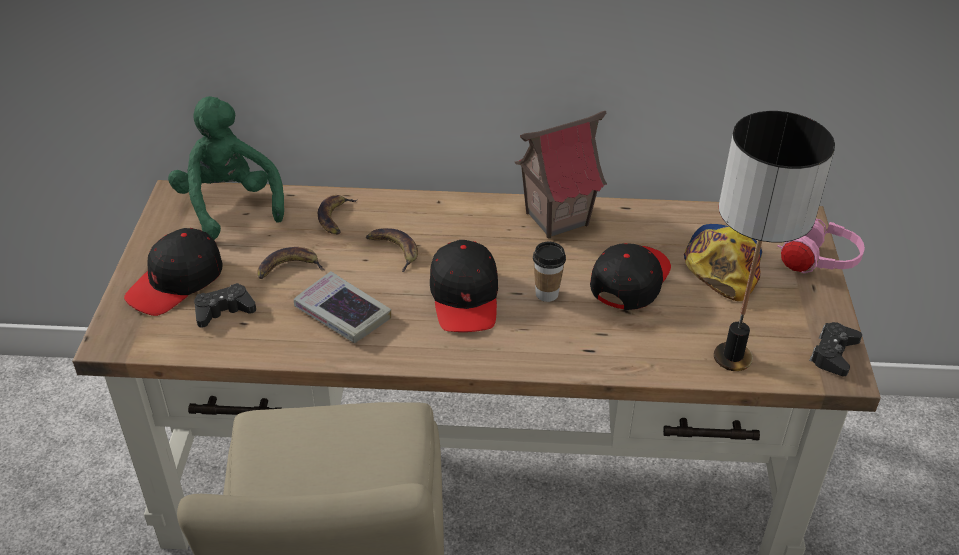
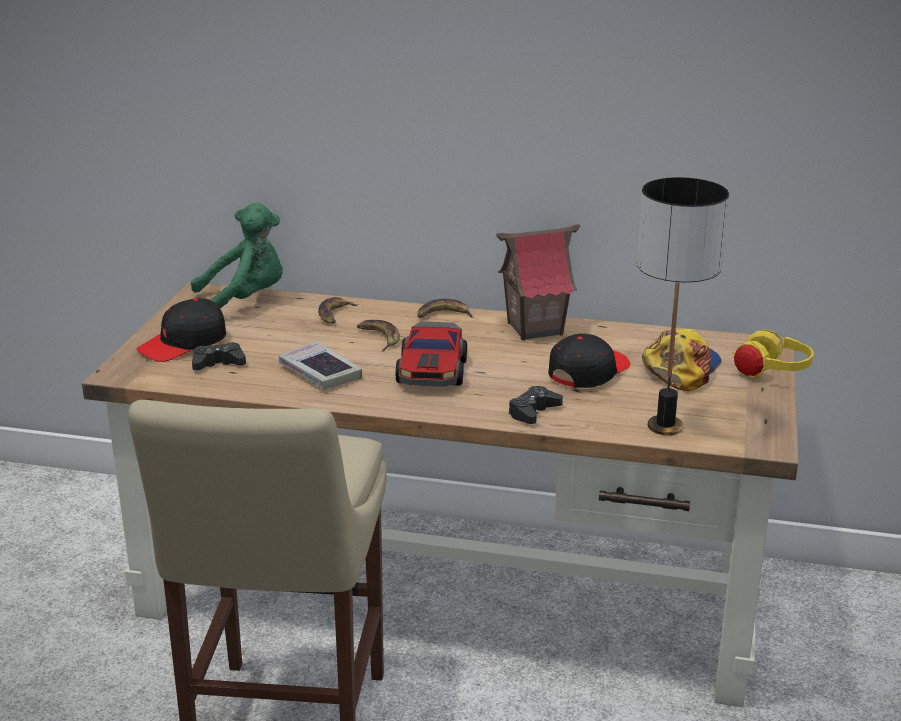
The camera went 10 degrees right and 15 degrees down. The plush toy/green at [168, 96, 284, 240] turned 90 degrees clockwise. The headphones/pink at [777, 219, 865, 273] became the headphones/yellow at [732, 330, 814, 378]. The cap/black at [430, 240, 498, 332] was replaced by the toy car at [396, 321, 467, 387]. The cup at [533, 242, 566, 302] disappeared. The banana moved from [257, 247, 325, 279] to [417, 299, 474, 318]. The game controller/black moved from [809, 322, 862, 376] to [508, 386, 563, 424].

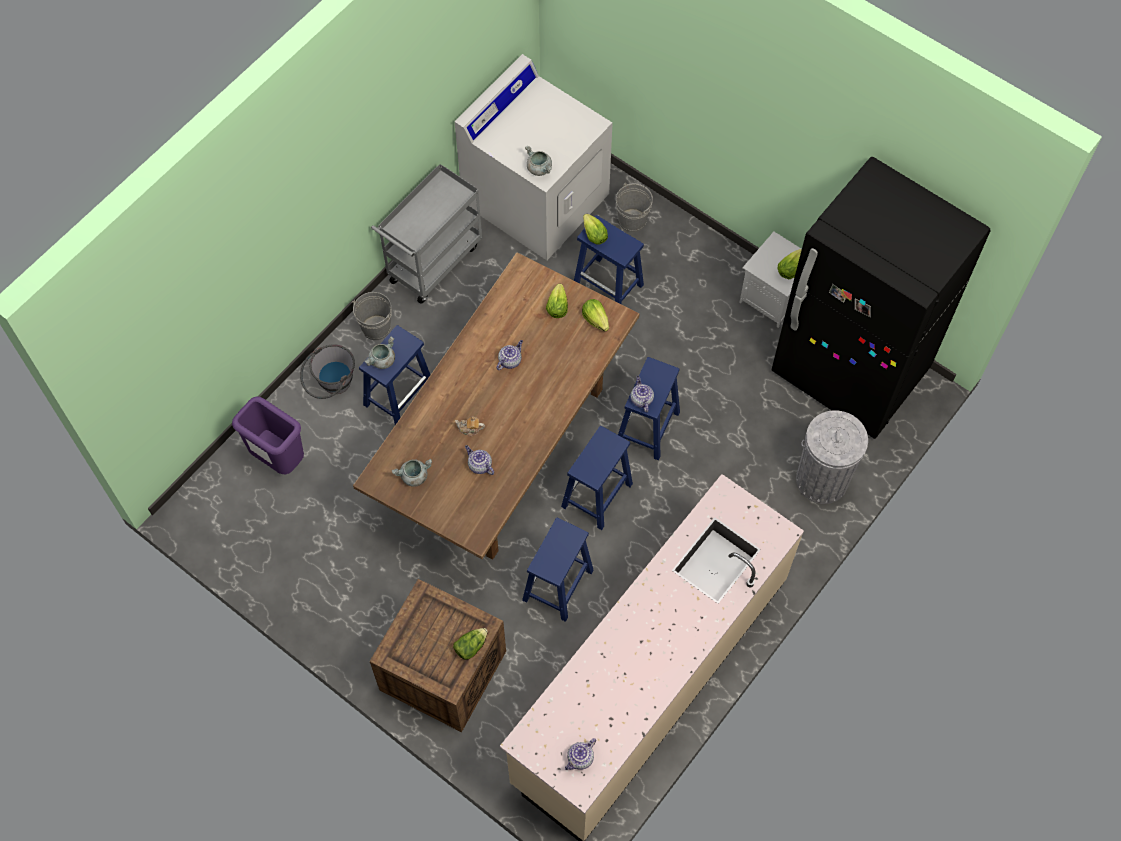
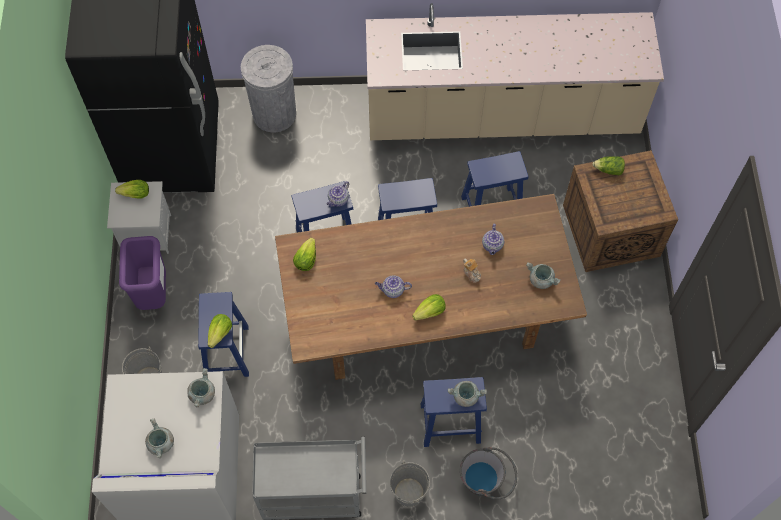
The camera went 130 degrees left and 0 degrees up. The lettuce moved from [546, 283, 568, 318] to [412, 294, 446, 321]. The trash can/purple moved from [232, 397, 304, 474] to [119, 236, 166, 310]. The teapot at [565, 738, 596, 770] disappeared. The cooking pot/grey at [145, 418, 174, 458] appeared.

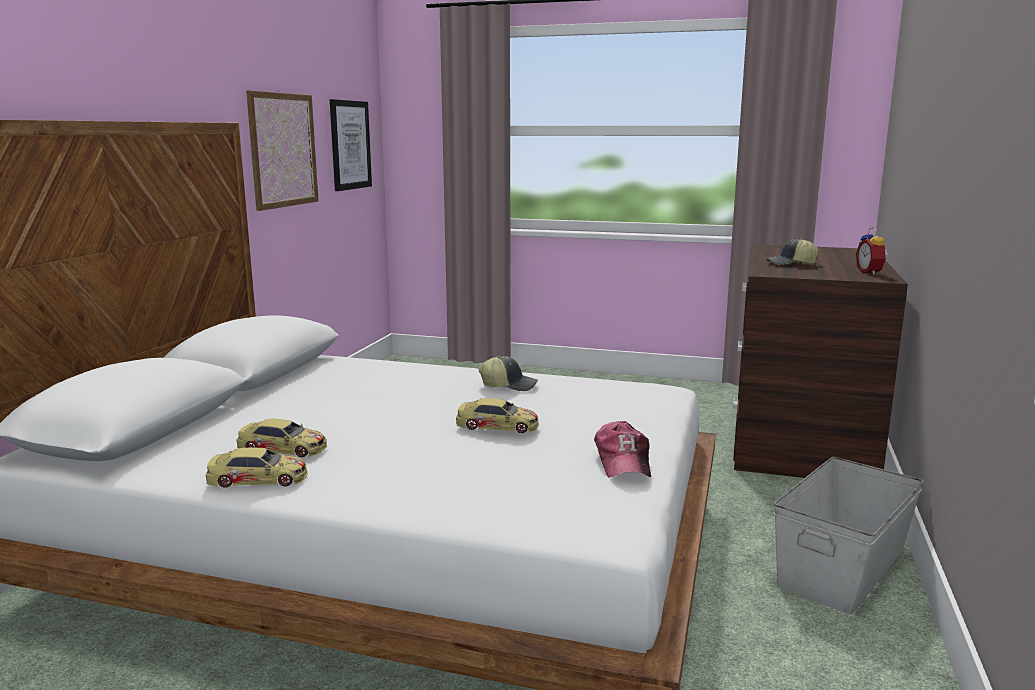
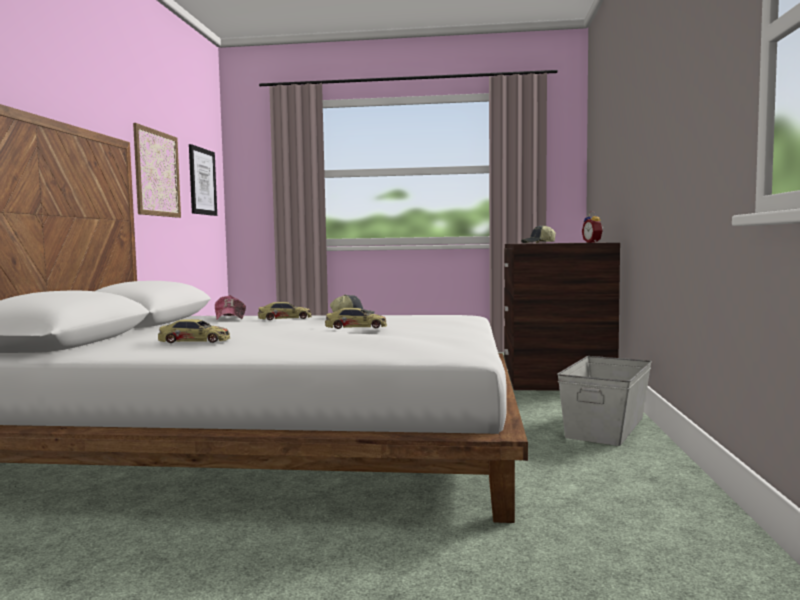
The camera went 10 degrees left and 10 degrees down. The cap moved from [594, 421, 651, 478] to [215, 295, 246, 319]. The toy car moved from [206, 448, 308, 488] to [258, 302, 312, 320].

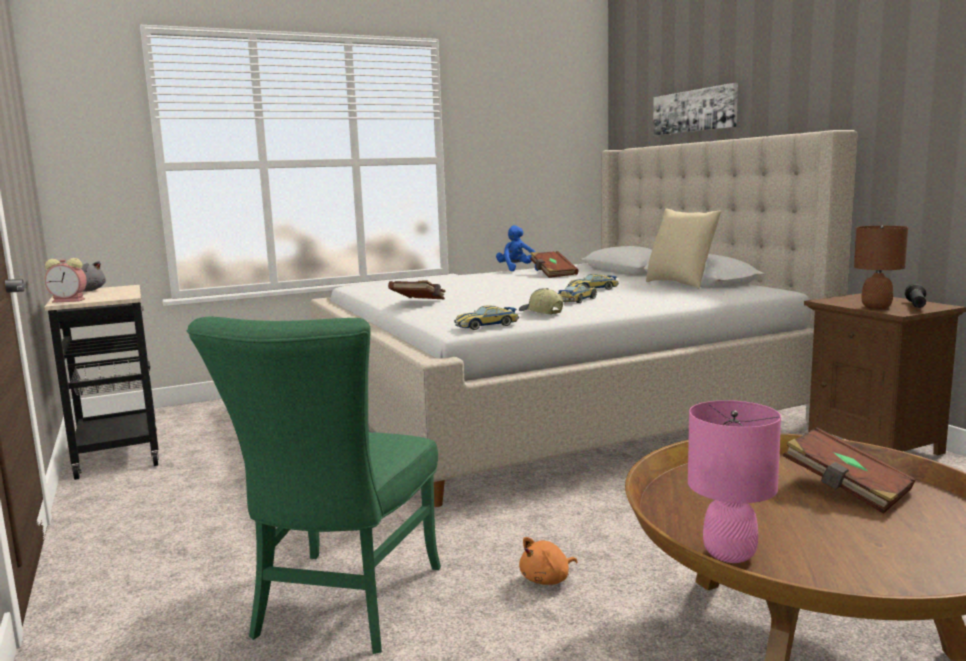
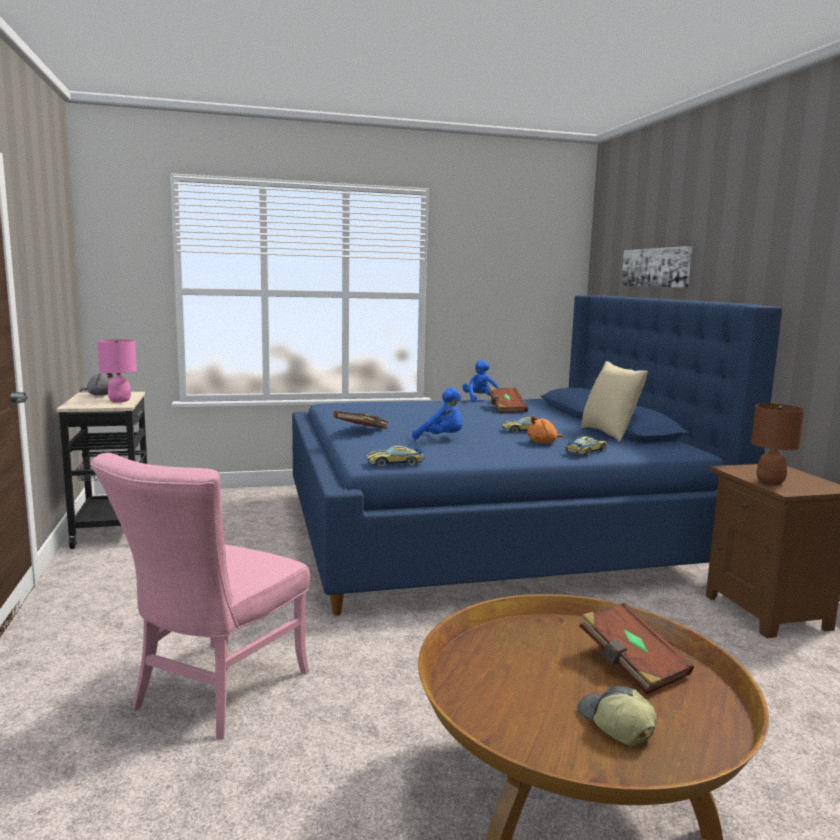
The camera went 10 degrees right and 0 degrees up. The bed/beige at [310, 130, 857, 507] became the bed/blue at [292, 295, 782, 616]. The alarm clock at [45, 258, 87, 303] disappeared. The toy car moved from [557, 284, 597, 303] to [565, 436, 607, 456]. The flashlight/black at [905, 284, 926, 308] disappeared. The cap moved from [519, 288, 563, 314] to [578, 686, 656, 746]. The chair/green at [187, 316, 441, 654] became the chair/pink at [91, 453, 310, 740]. The table lamp/pink moved from [688, 400, 781, 563] to [97, 339, 137, 402]. The plush toy/orange moved from [519, 537, 577, 585] to [527, 416, 564, 444]. The plush toy/blue at [413, 387, 463, 440] appeared.

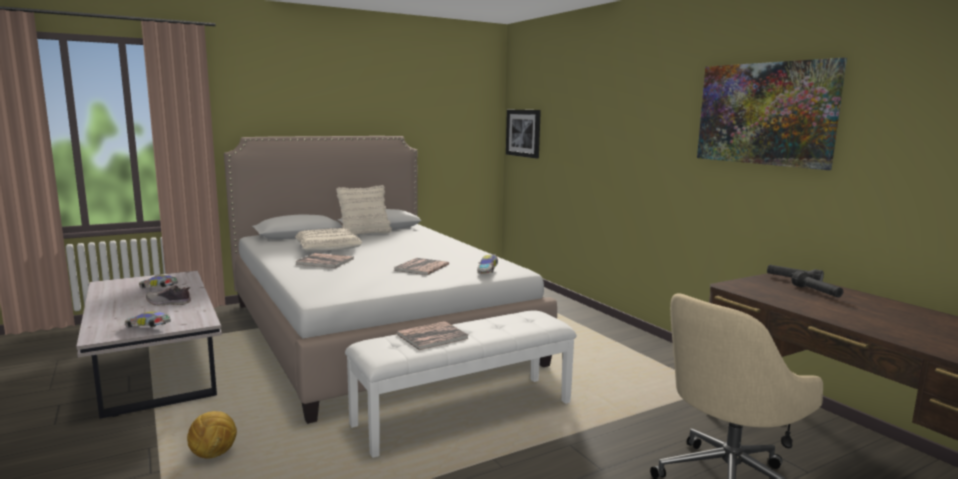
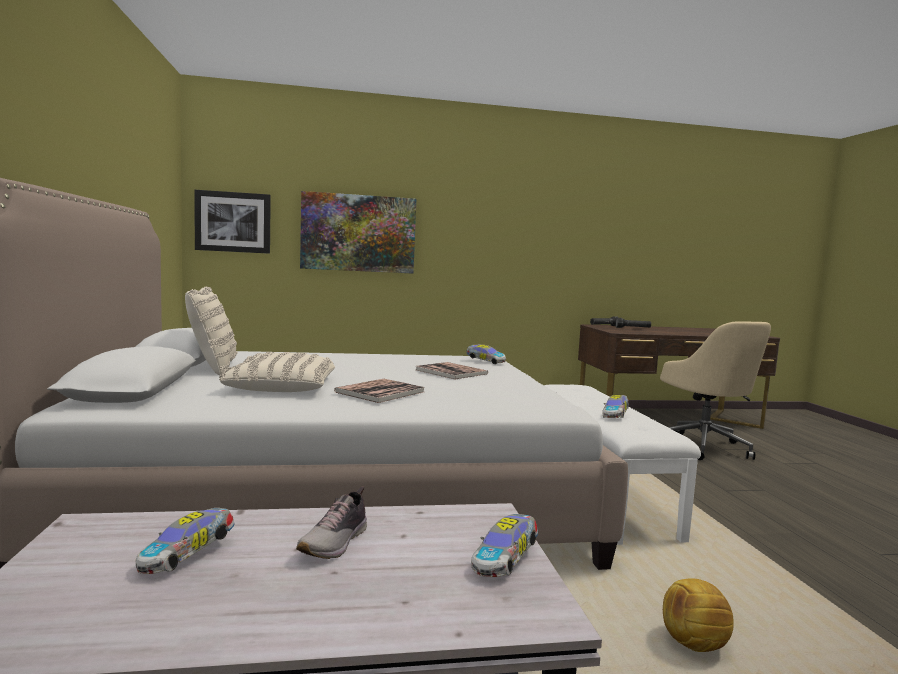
The camera went 70 degrees left and 5 degrees down. The picture moved from [697, 58, 847, 170] to [300, 191, 416, 274]. The book at [396, 321, 469, 350] was replaced by the toy car at [602, 395, 629, 418].

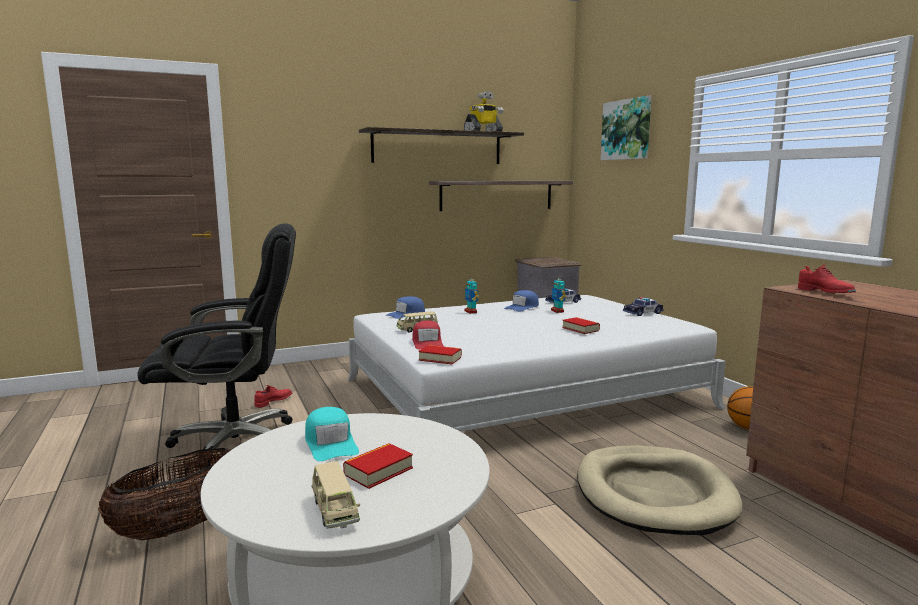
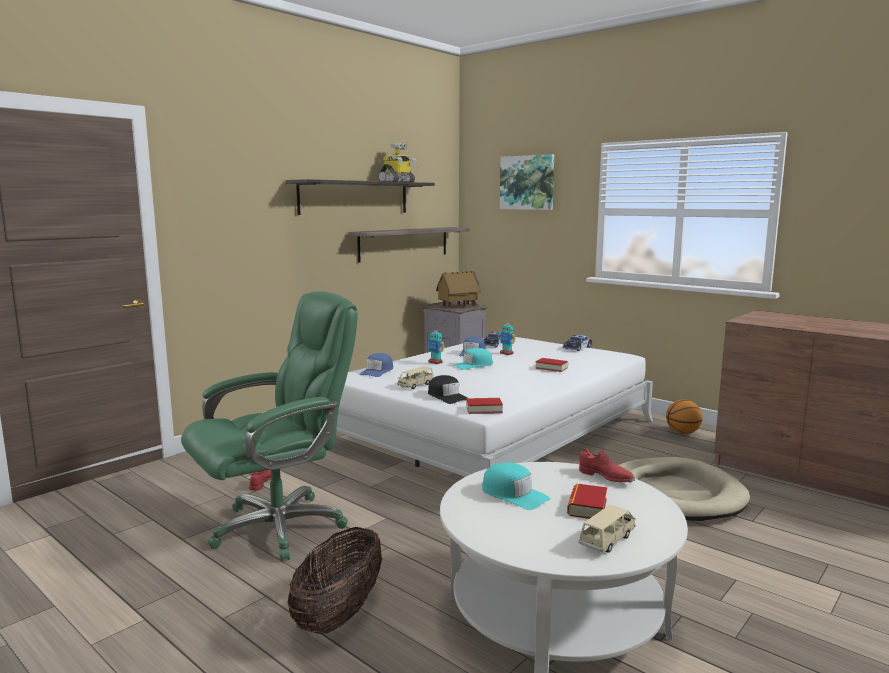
The camera went 25 degrees left and 0 degrees up. The office chair/black at [137, 223, 296, 468] became the office chair/green at [181, 291, 358, 561]. The shoe/red moved from [798, 264, 856, 293] to [579, 448, 635, 483]. The cap/red at [412, 320, 444, 349] became the cap/black at [428, 375, 467, 404]. The toy car/beige at [312, 461, 360, 529] turned 90 degrees counterclockwise. The toy house at [436, 271, 481, 308] appeared. The cap/turquoise at [453, 348, 493, 370] appeared.

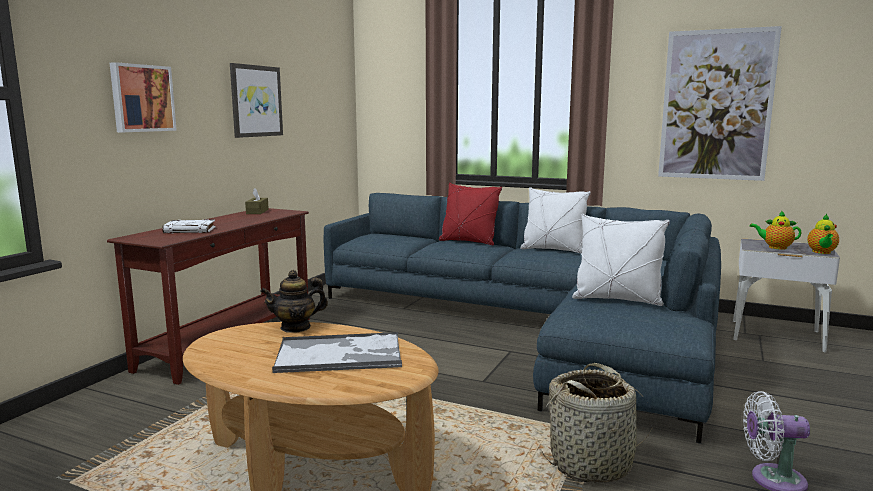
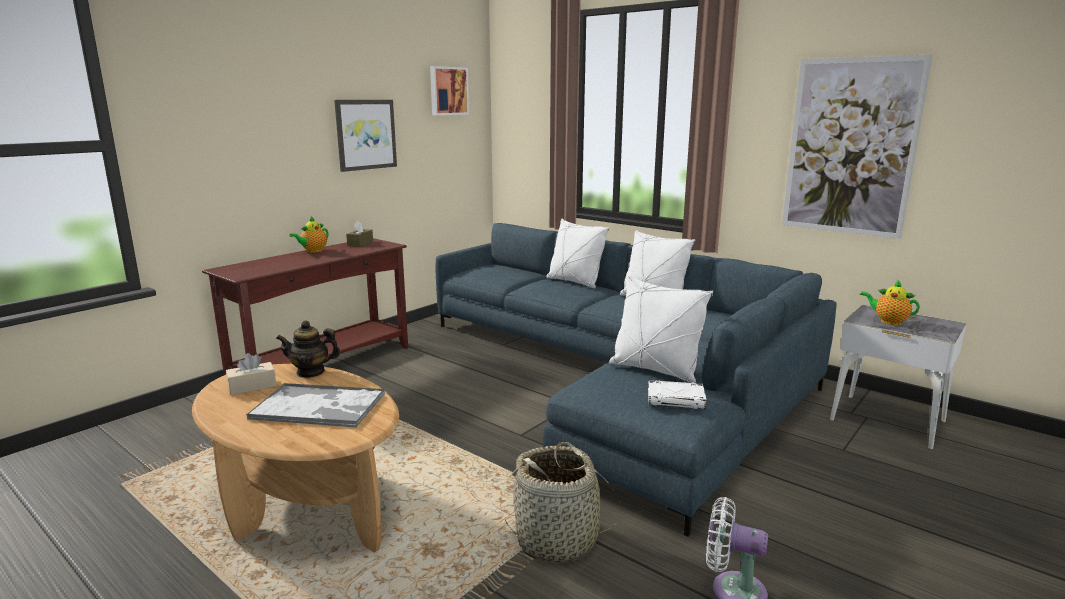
The camera went 15 degrees right and 5 degrees up. The picture moved from [110, 62, 177, 132] to [430, 66, 469, 115]. The pillow/red at [439, 183, 502, 245] became the pillow/white at [547, 219, 609, 288]. The teapot moved from [807, 214, 839, 254] to [289, 216, 328, 253]. The book/white moved from [162, 219, 216, 234] to [648, 380, 707, 409]. The tissue box/beige at [226, 353, 276, 395] appeared.

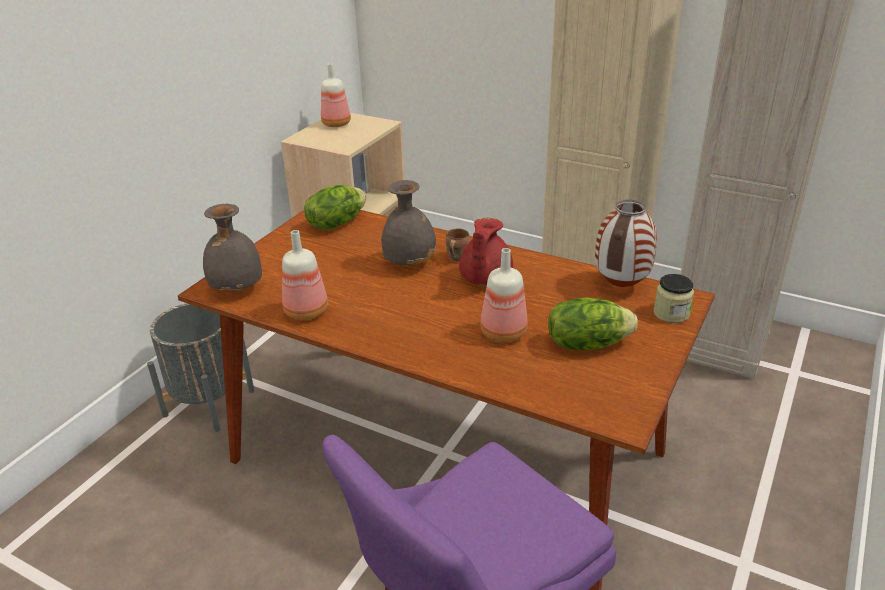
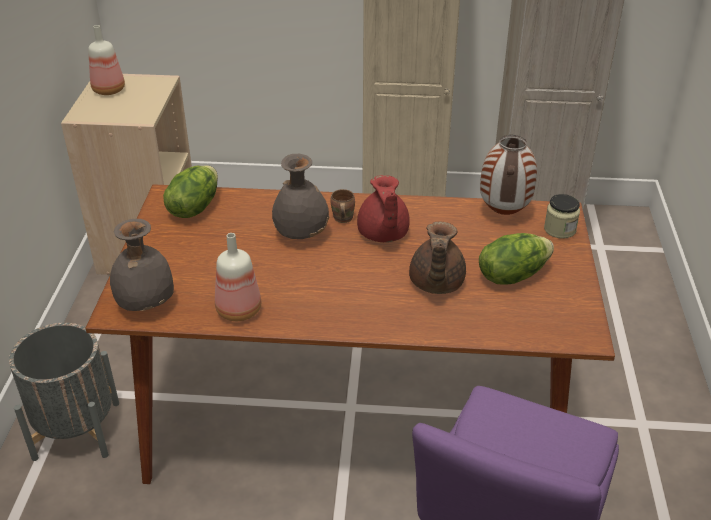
The camera went 25 degrees left and 5 degrees up. The bottle at [480, 248, 528, 342] was replaced by the teapot/brown at [409, 222, 466, 294].

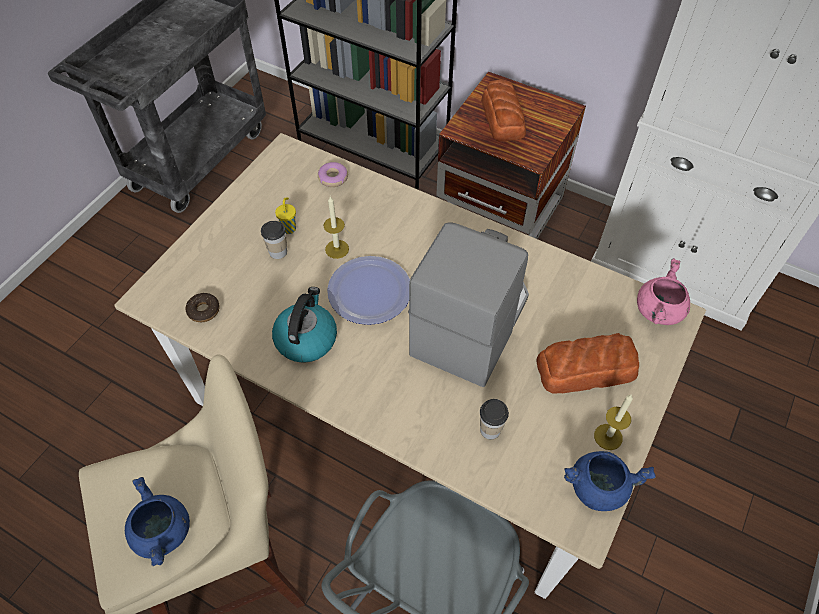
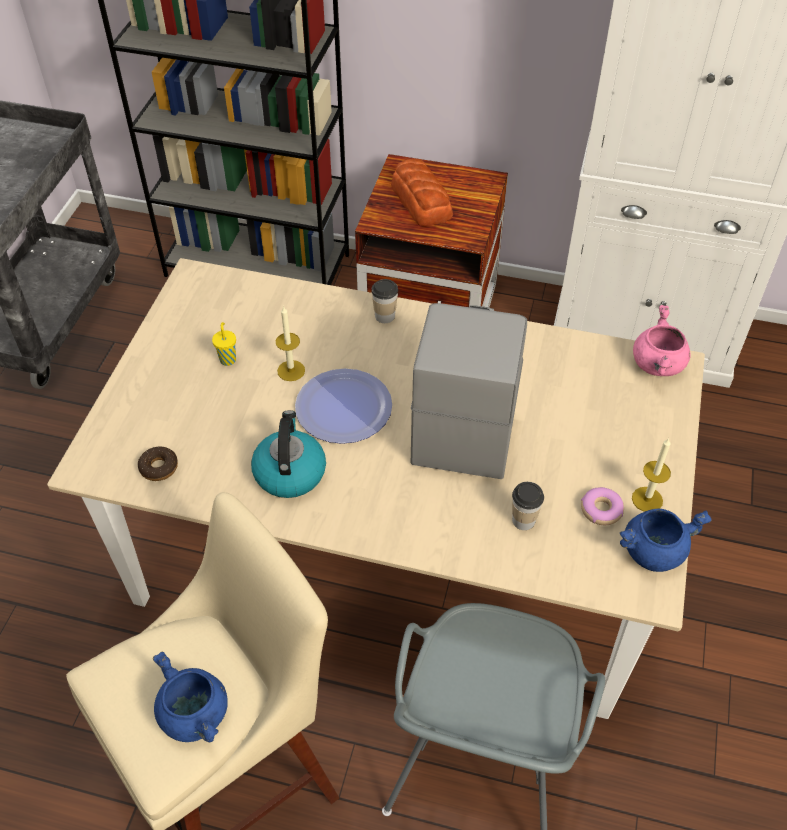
The camera went 15 degrees left and 5 degrees down. The donut moved from [318, 162, 348, 187] to [581, 487, 624, 525]. The cup moved from [261, 221, 287, 259] to [371, 279, 398, 323]. The bread at [536, 333, 639, 394] disappeared.

